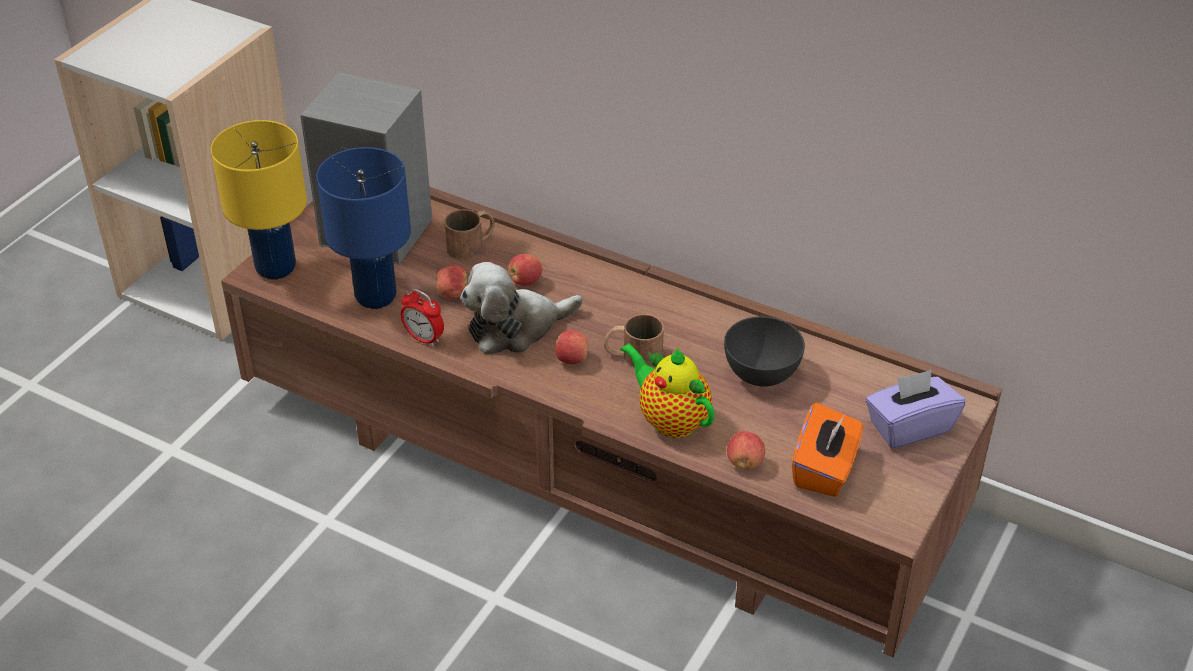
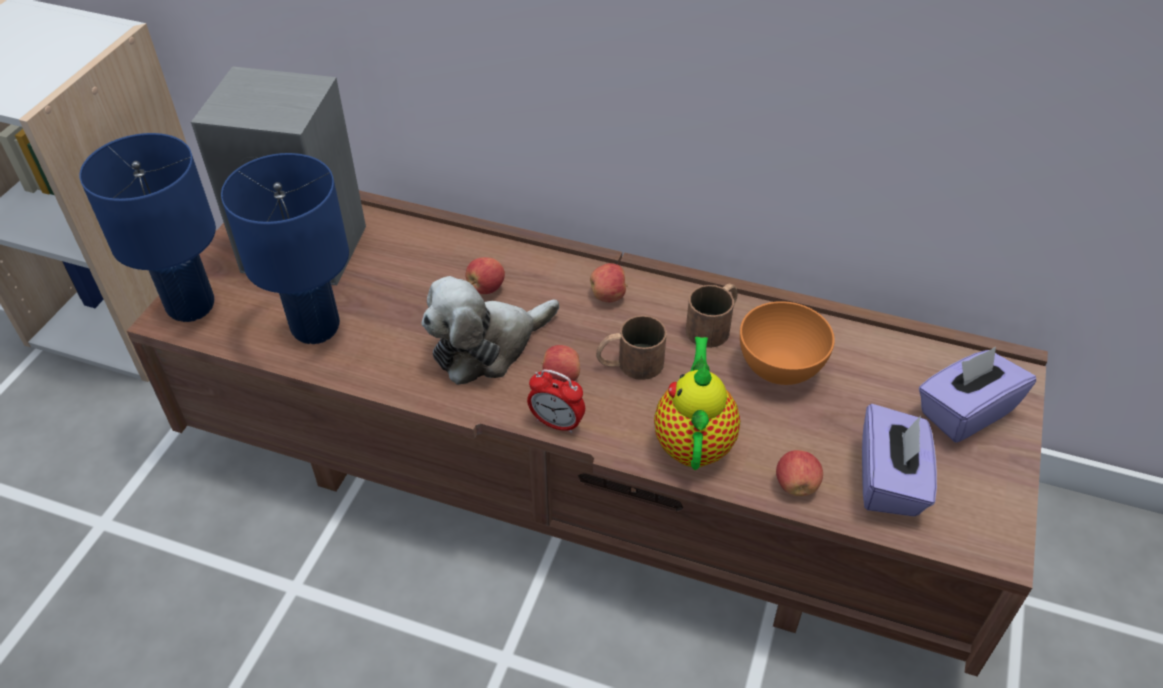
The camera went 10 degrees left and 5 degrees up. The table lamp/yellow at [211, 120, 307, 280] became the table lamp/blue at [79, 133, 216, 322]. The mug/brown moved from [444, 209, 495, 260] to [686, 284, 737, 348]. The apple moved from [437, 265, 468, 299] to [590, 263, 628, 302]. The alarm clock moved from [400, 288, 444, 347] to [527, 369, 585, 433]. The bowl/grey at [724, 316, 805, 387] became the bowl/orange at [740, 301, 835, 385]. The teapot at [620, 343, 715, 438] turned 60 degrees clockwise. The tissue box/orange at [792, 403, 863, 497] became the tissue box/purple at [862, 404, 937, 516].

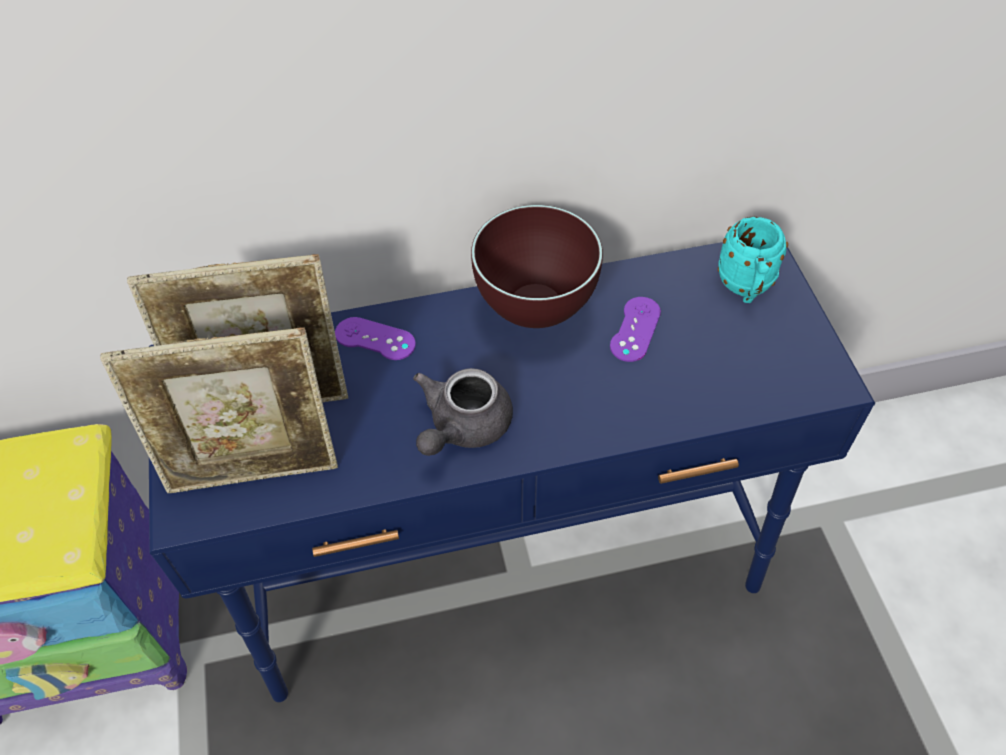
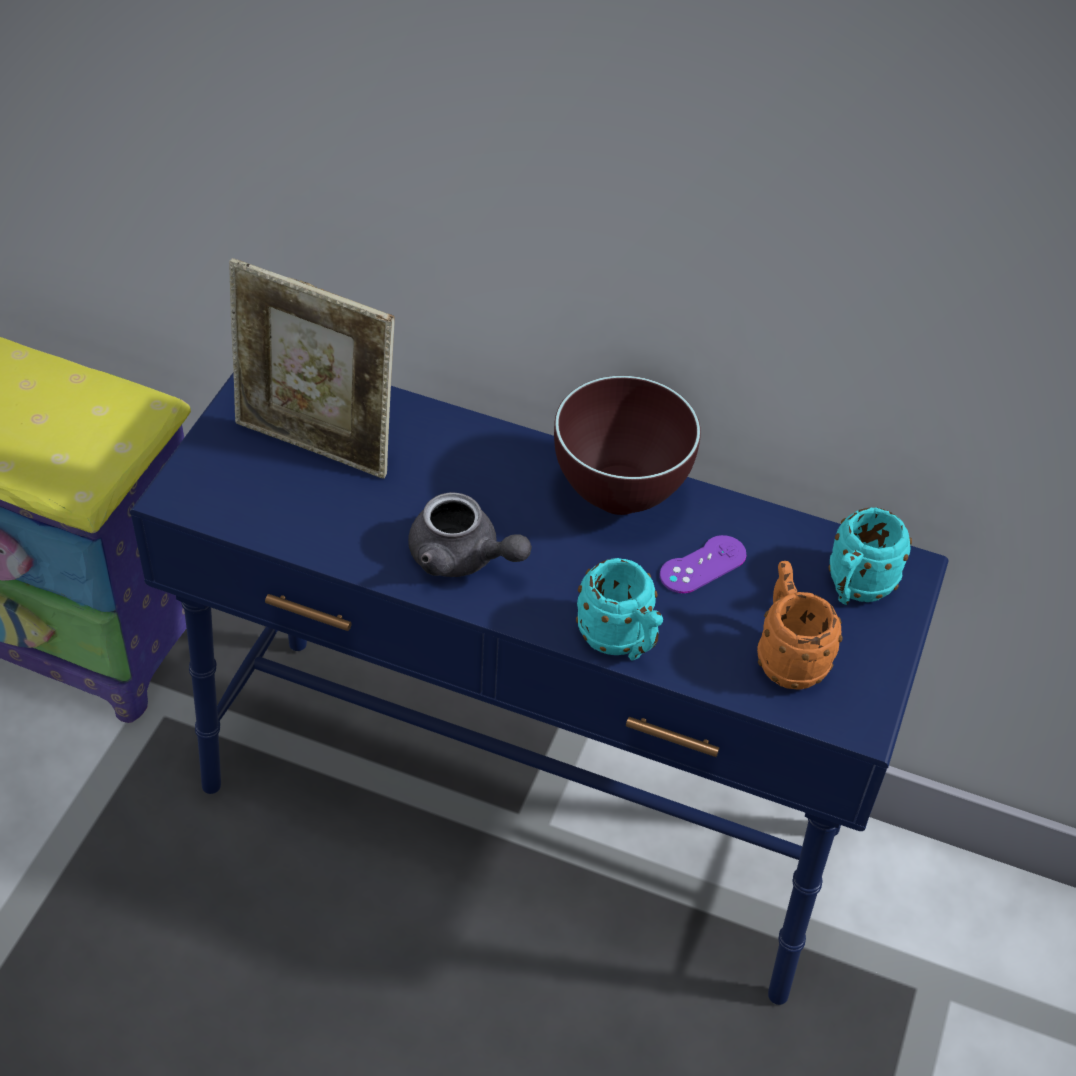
The camera went 30 degrees right and 5 degrees down. The game controller/purple at [335, 317, 416, 360] disappeared. The picture frame at [100, 327, 338, 493] disappeared. The teapot/grey at [413, 368, 513, 456] turned 120 degrees counterclockwise. The mug/turquoise at [576, 558, 663, 660] appeared. The mug/orange at [757, 561, 843, 690] appeared.

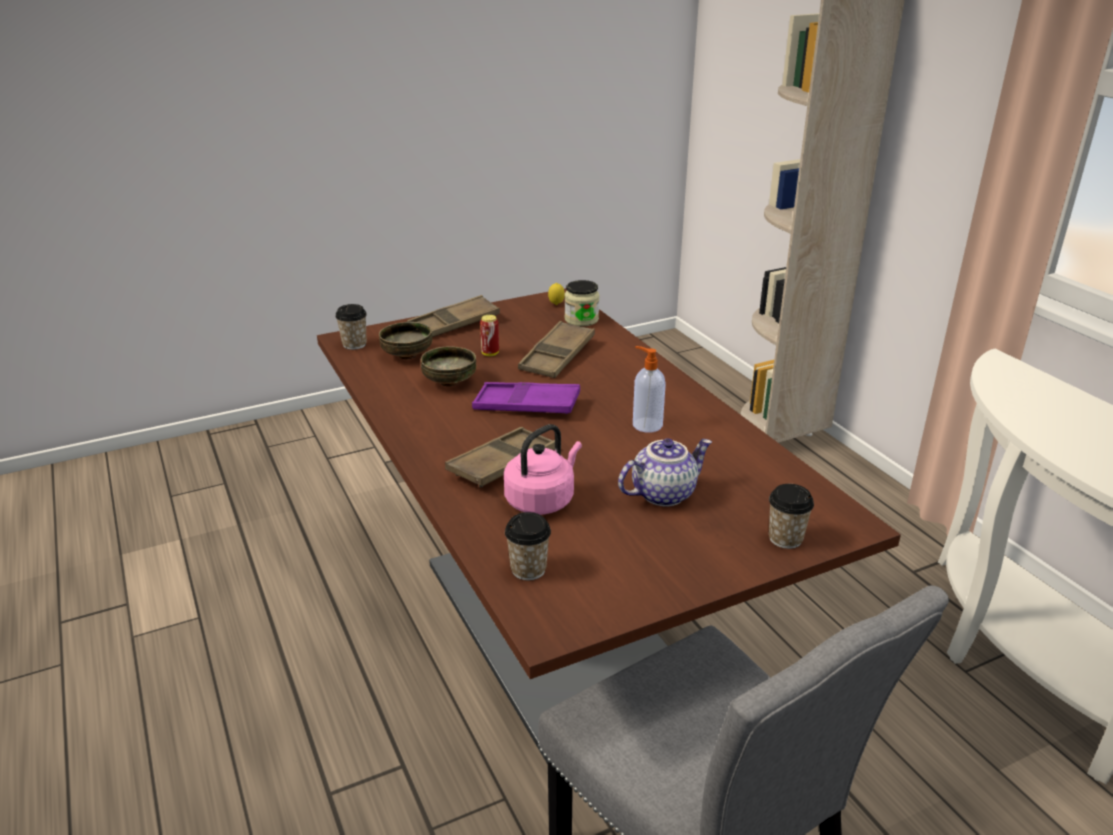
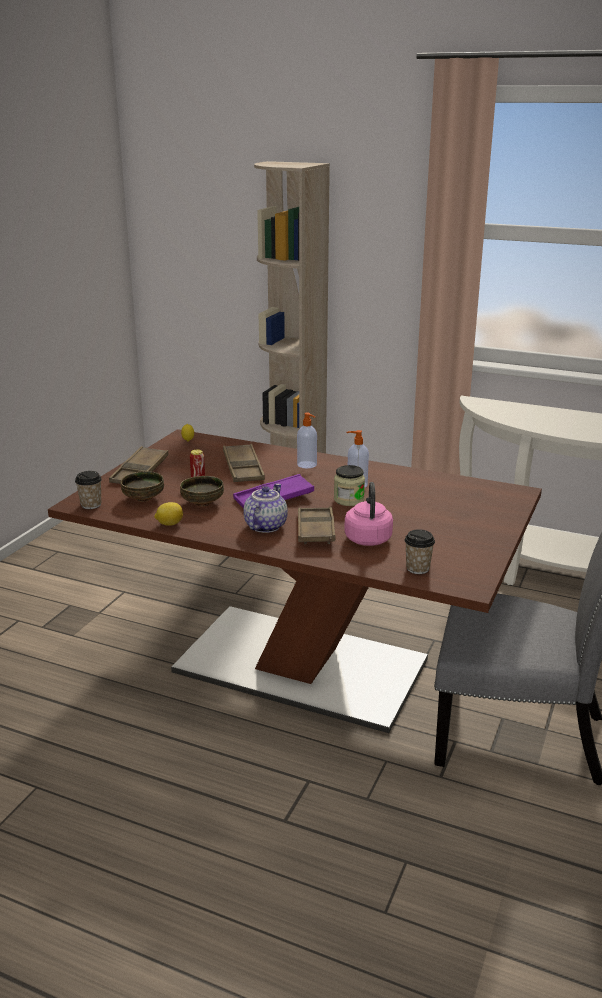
The camera went 40 degrees left and 5 degrees down. The jar moved from [564, 280, 599, 326] to [334, 465, 365, 506]. The teapot moved from [618, 438, 712, 507] to [243, 483, 288, 533]. The cup at [769, 484, 814, 549] disappeared. The soap dispenser at [297, 412, 317, 468] appeared. The lemon at [154, 502, 183, 526] appeared.

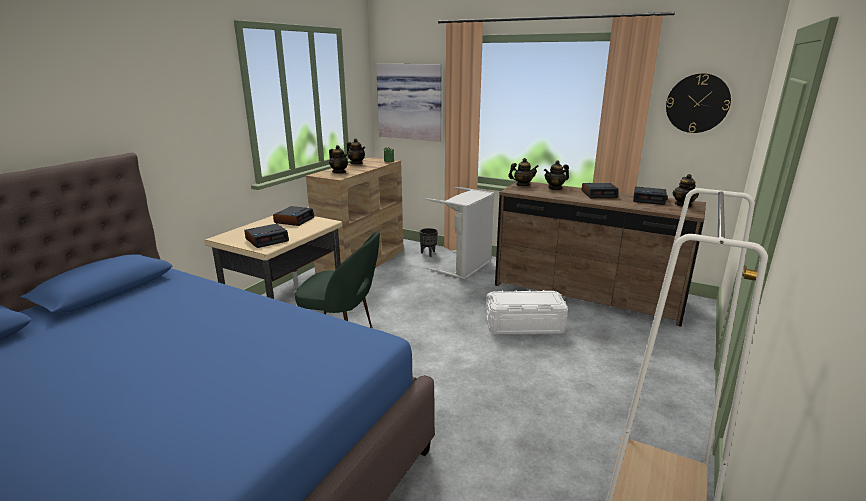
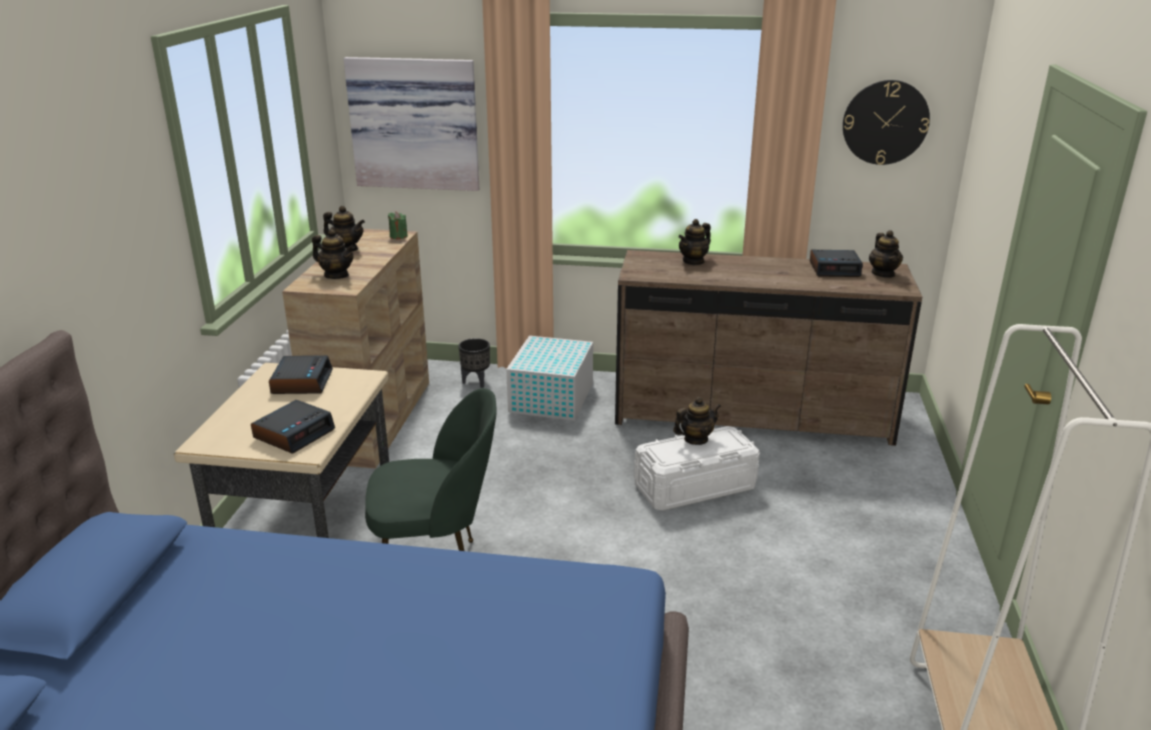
The camera went 20 degrees left and 5 degrees up. The teapot moved from [508, 158, 539, 186] to [673, 397, 721, 445]. The alarm clock at [581, 183, 619, 198] disappeared. The laundry basket/grey at [426, 187, 494, 280] was replaced by the storage box/white at [506, 335, 593, 421].

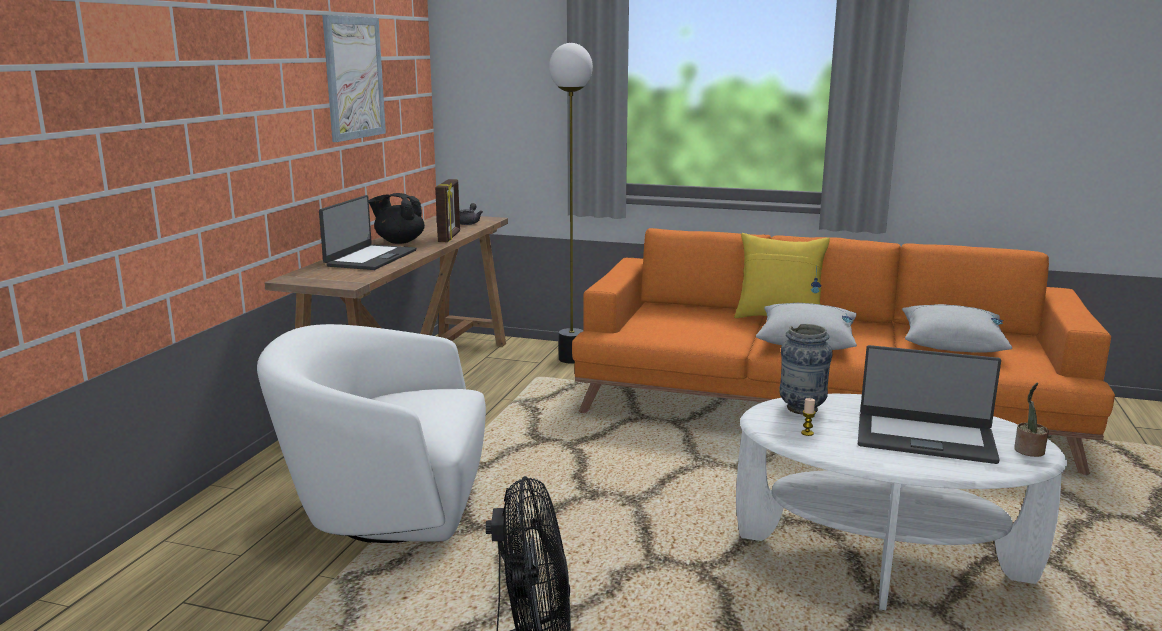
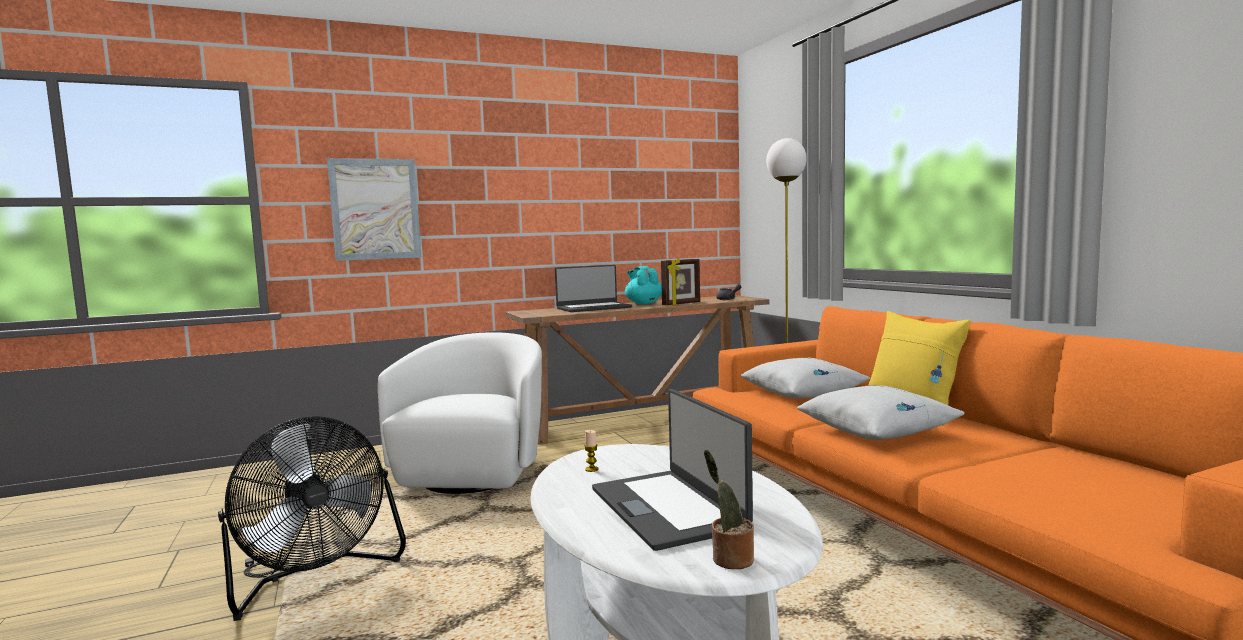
The camera went 50 degrees right and 10 degrees down. The picture moved from [322, 15, 386, 142] to [327, 158, 421, 261]. The teapot/black at [369, 193, 425, 244] became the teapot/turquoise at [625, 266, 662, 304]. The pillow/grey moved from [902, 304, 1012, 353] to [741, 357, 870, 399]. The armchair/white at [257, 324, 486, 543] turned 45 degrees clockwise. The vase at [779, 324, 833, 415] disappeared.

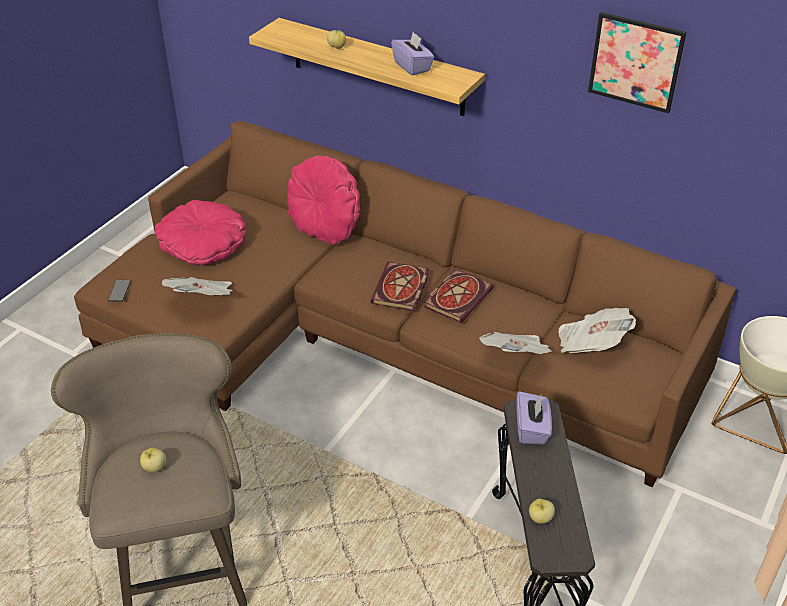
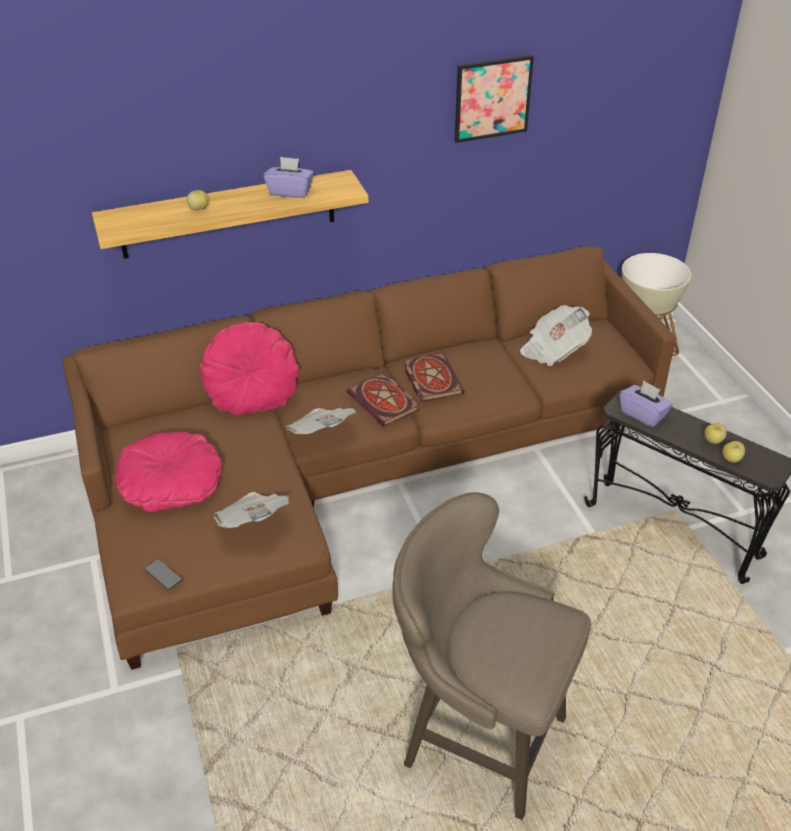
The camera went 50 degrees left and 0 degrees up. The newspaper moved from [479, 332, 552, 354] to [285, 408, 356, 434]. The apple moved from [140, 448, 166, 472] to [704, 423, 727, 444].

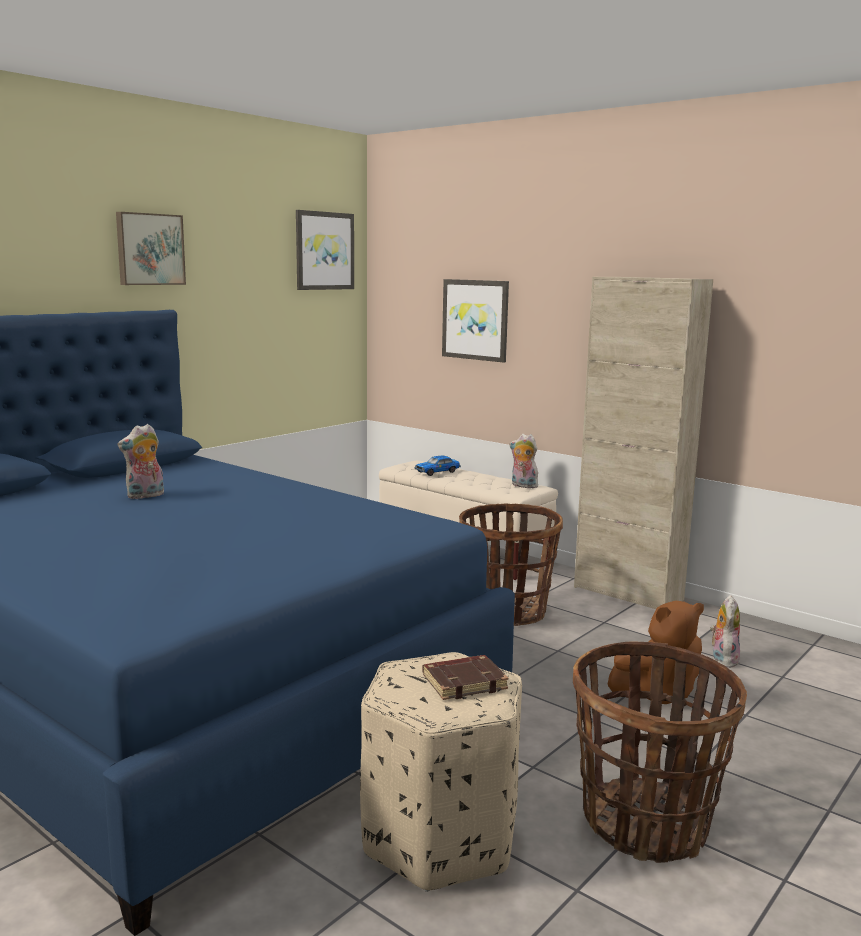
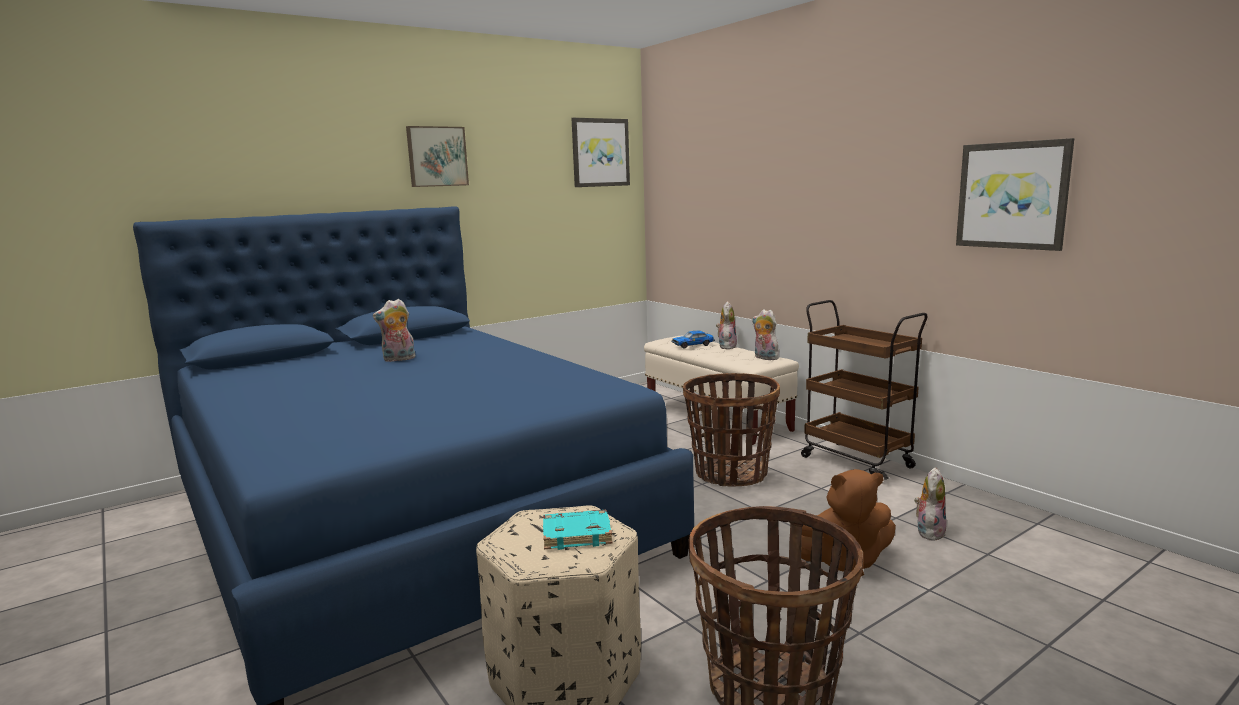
The camera went 15 degrees right and 0 degrees up. The cabinet/beige at [574, 277, 713, 609] was replaced by the cart/brown at [801, 300, 927, 480]. The picture moved from [442, 279, 509, 363] to [956, 138, 1074, 251]. The book/brown at [423, 655, 509, 700] became the book/turquoise at [543, 510, 612, 550]. The plush toy at [716, 301, 737, 349] appeared.

